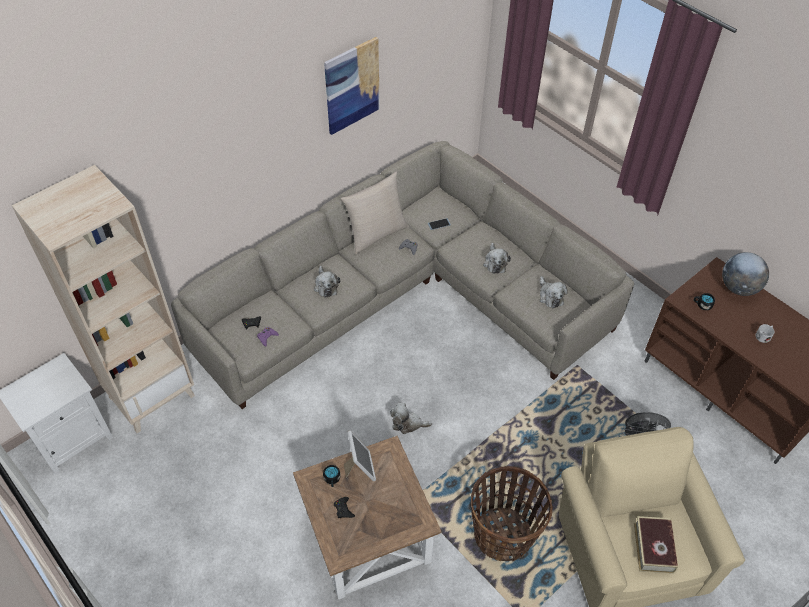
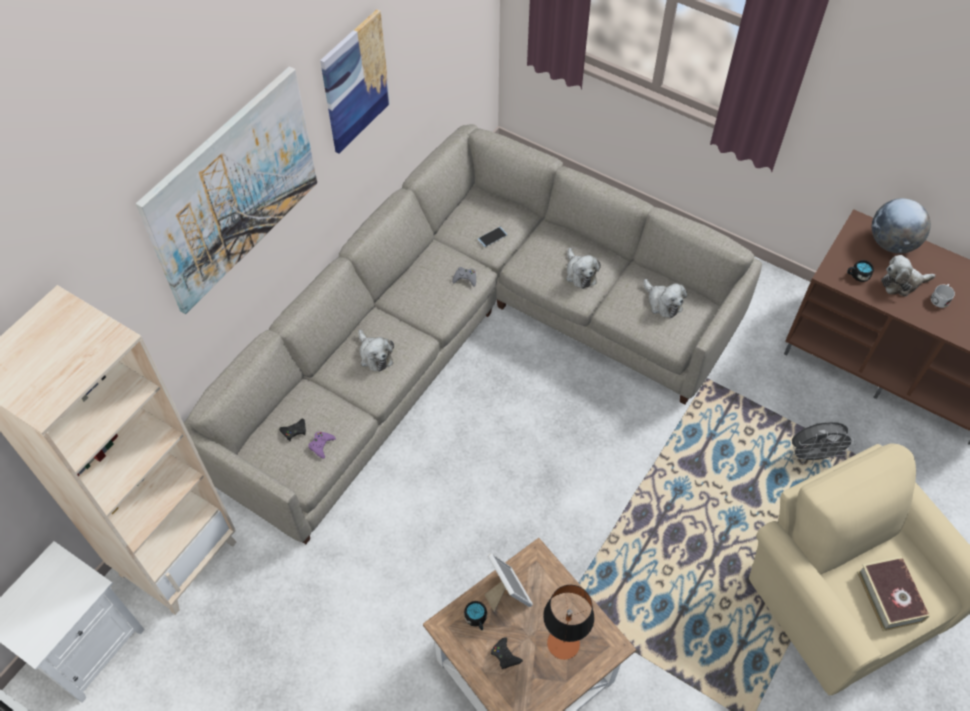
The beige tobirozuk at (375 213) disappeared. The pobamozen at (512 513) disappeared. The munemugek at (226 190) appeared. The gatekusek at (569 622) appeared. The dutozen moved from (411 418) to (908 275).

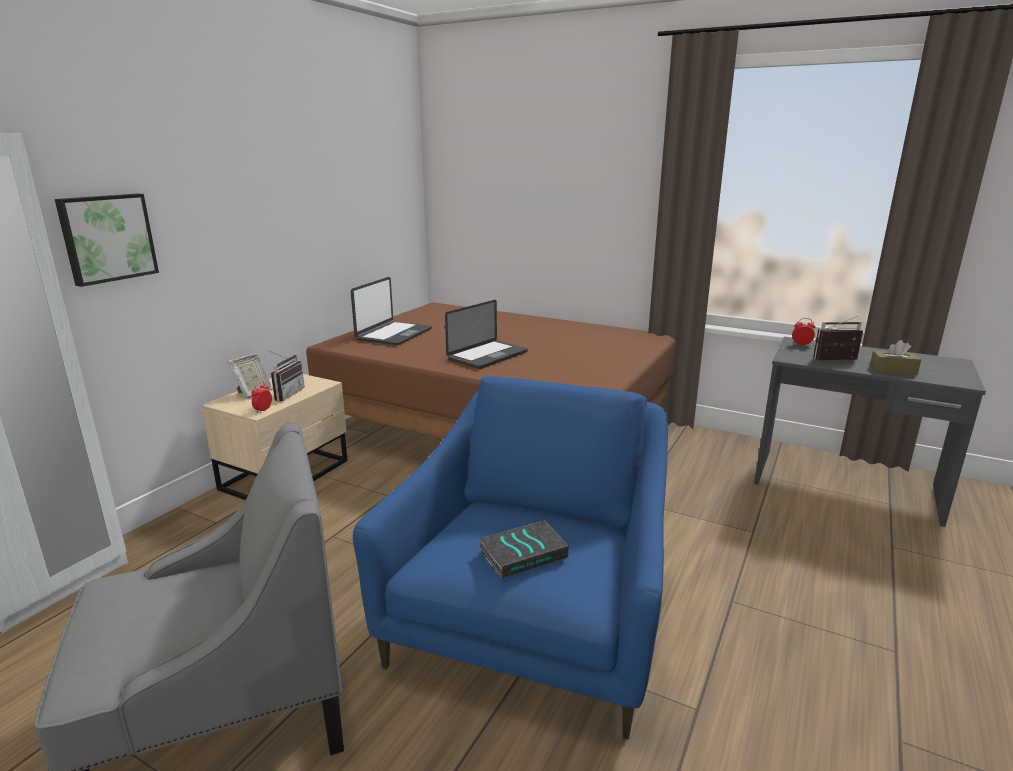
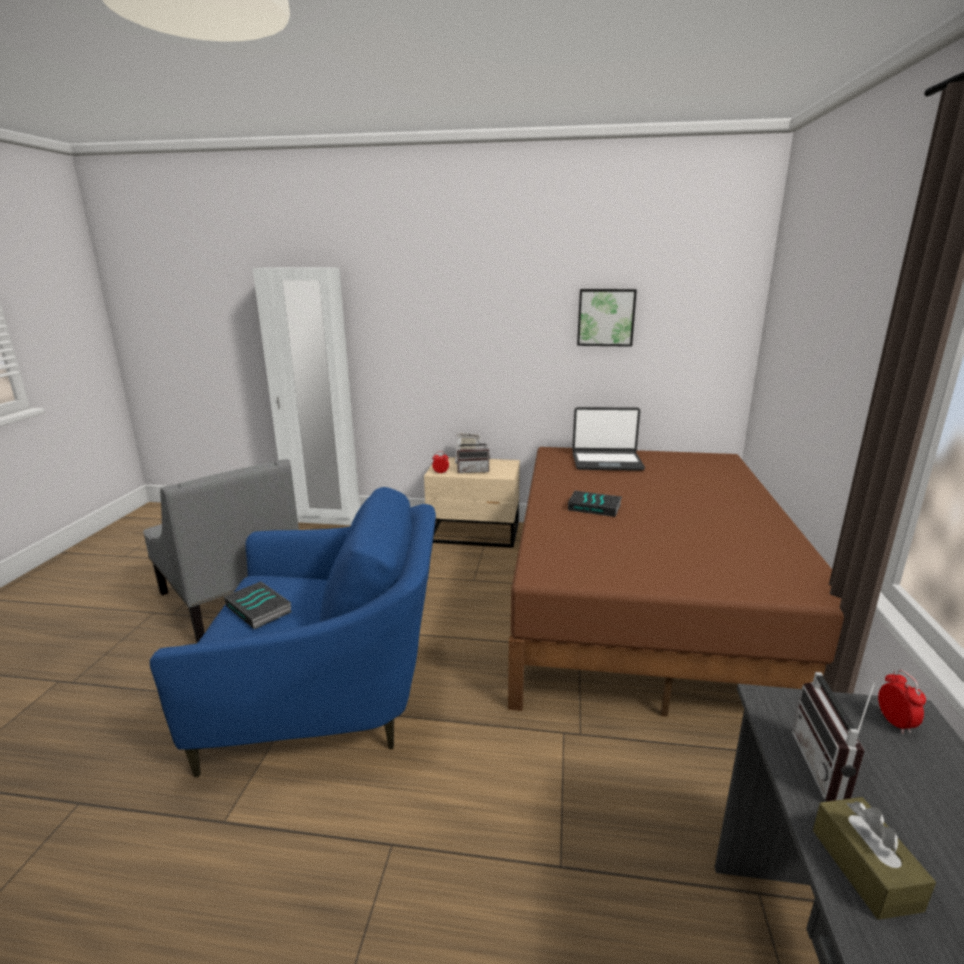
The munemugek moved from (107 240) to (607 318). The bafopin at (486 334) was replaced by the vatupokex at (595 504). The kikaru at (838 338) turned 150 degrees counterclockwise.

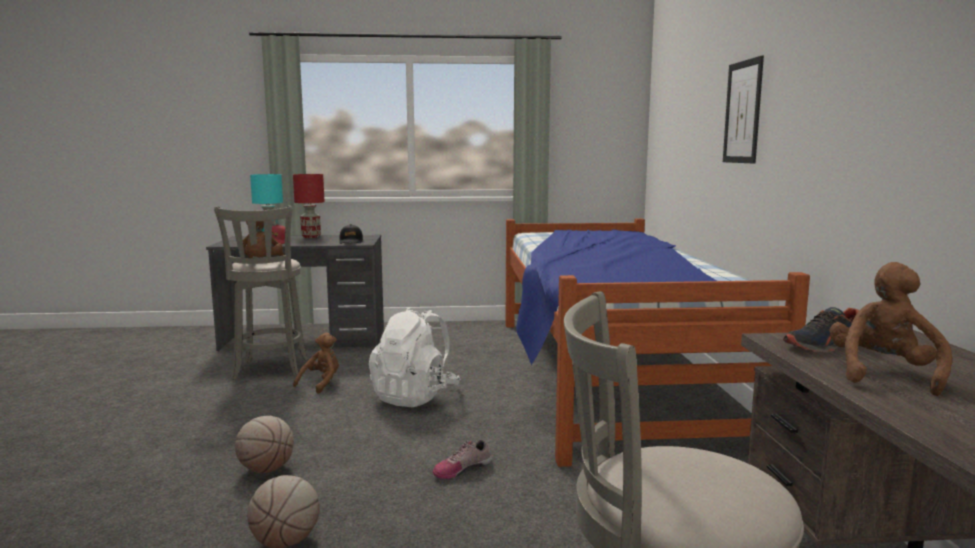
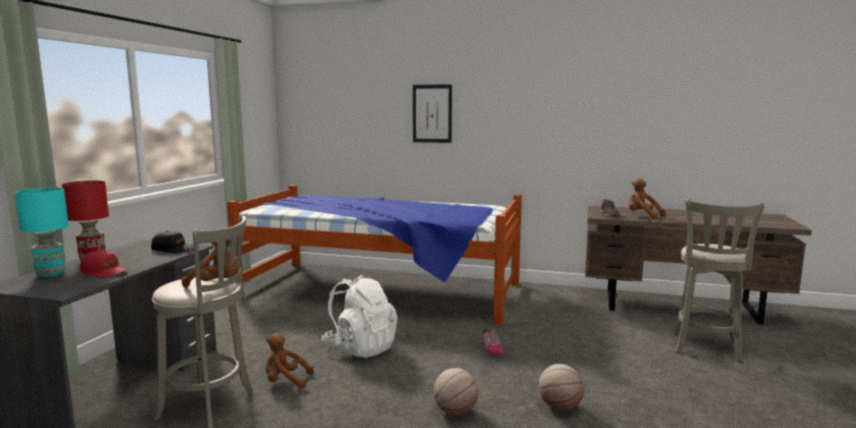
The brown dutozen at (316 363) turned 45 degrees counterclockwise.

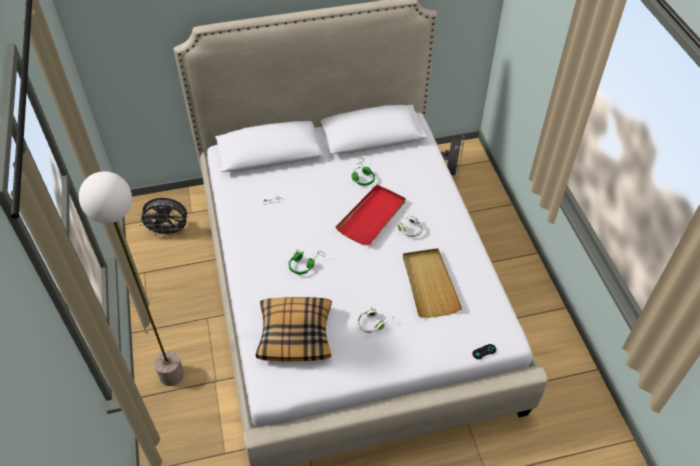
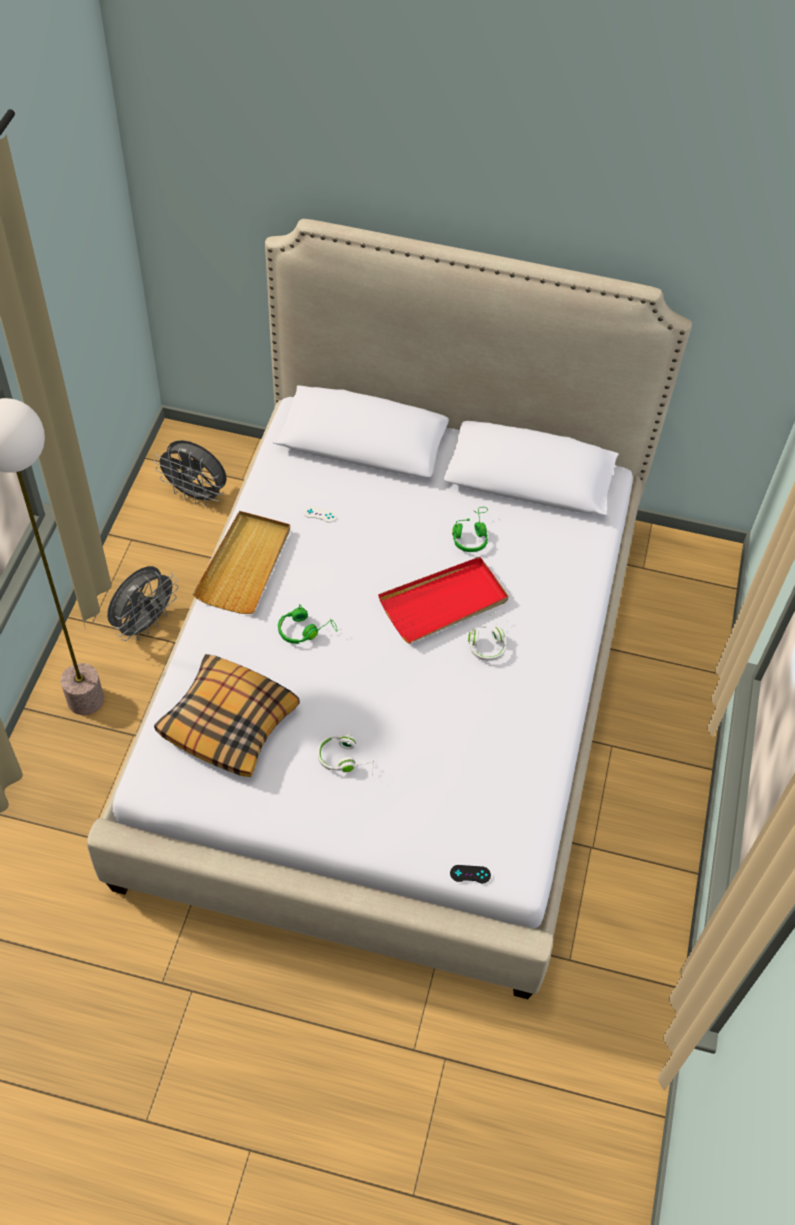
The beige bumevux moved from (432 283) to (241 562). The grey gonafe moved from (453 157) to (143 603).

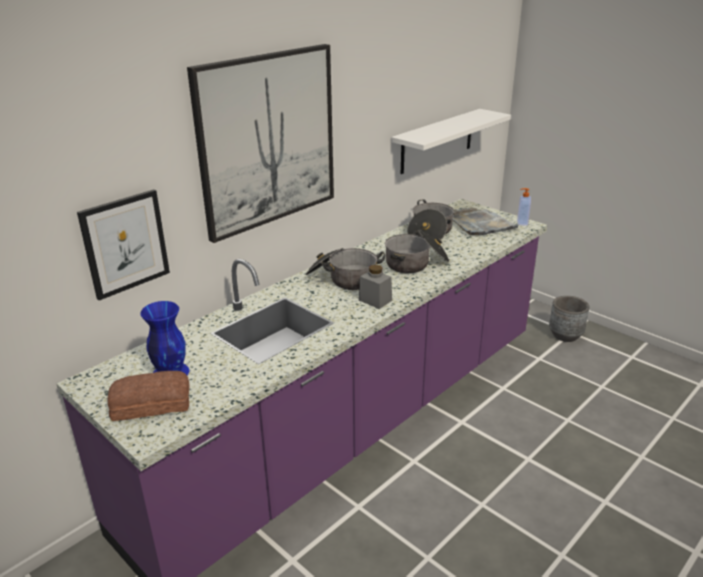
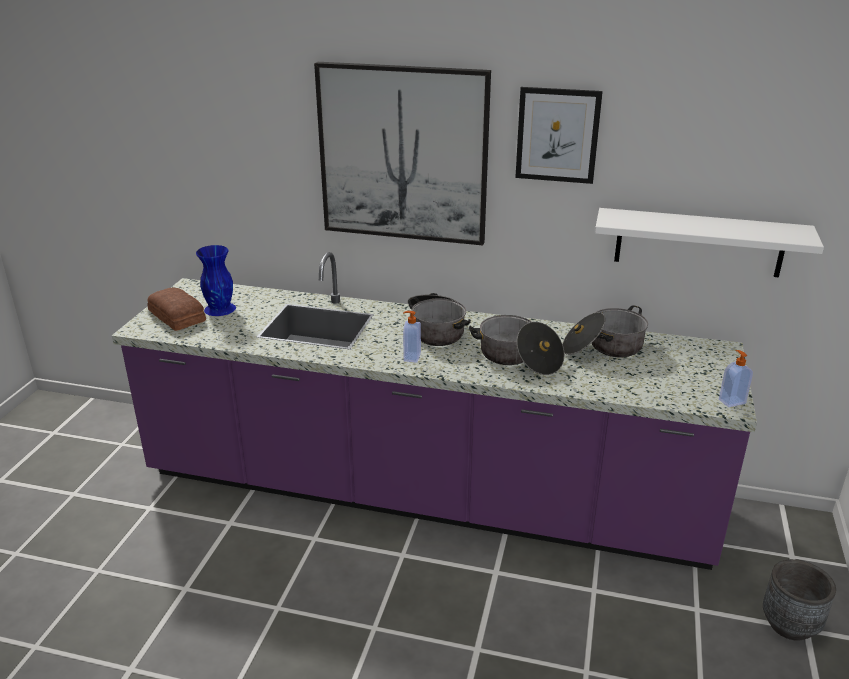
The grey bumevux at (485 221) disappeared. The munemugek moved from (123 244) to (559 135). The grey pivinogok at (375 287) was replaced by the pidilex at (412 337).

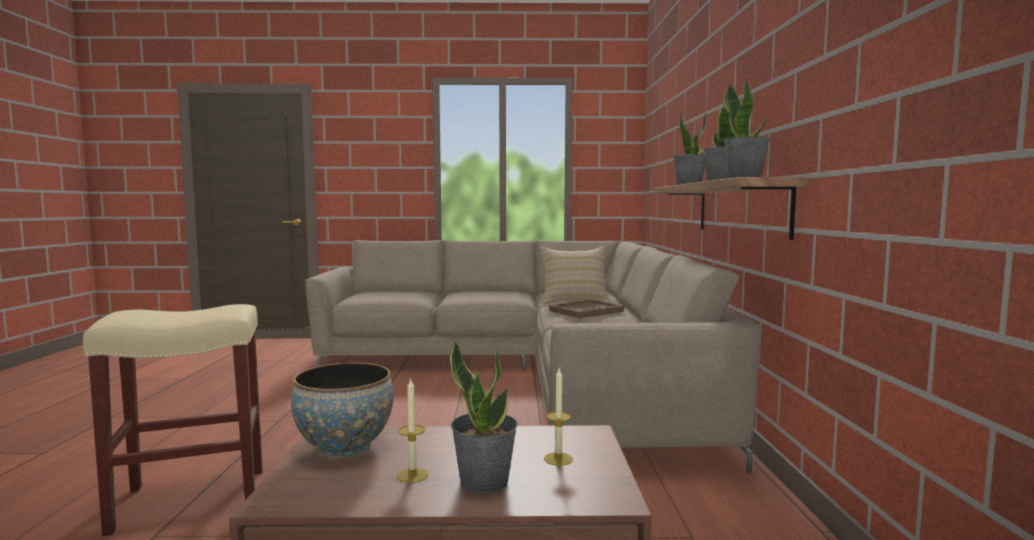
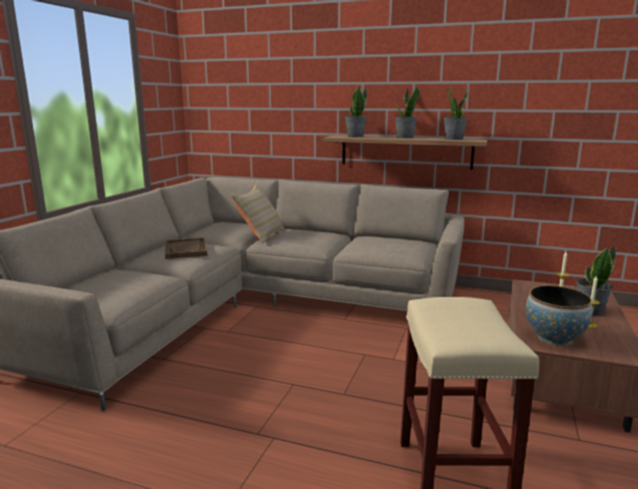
The brown bumevux moved from (586 309) to (186 248).

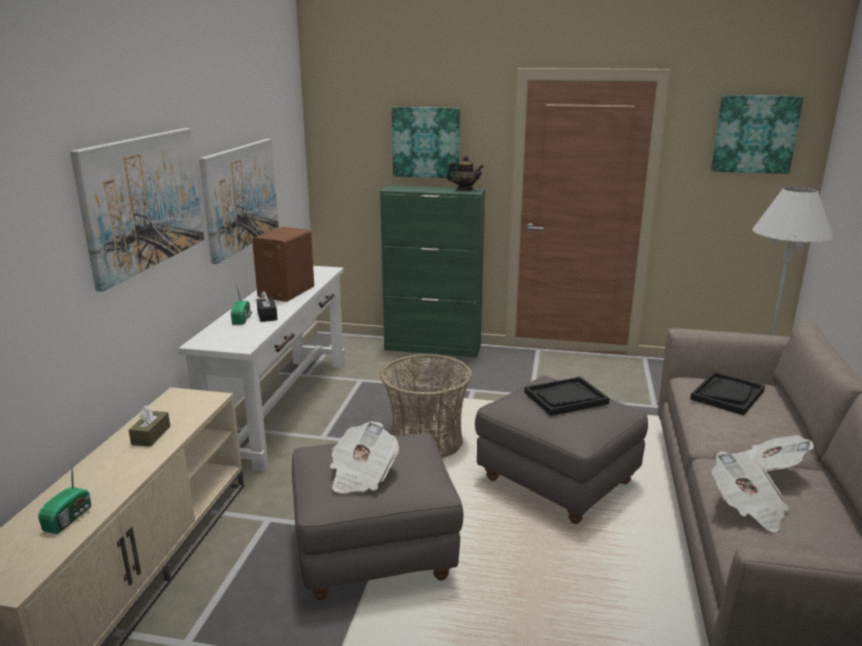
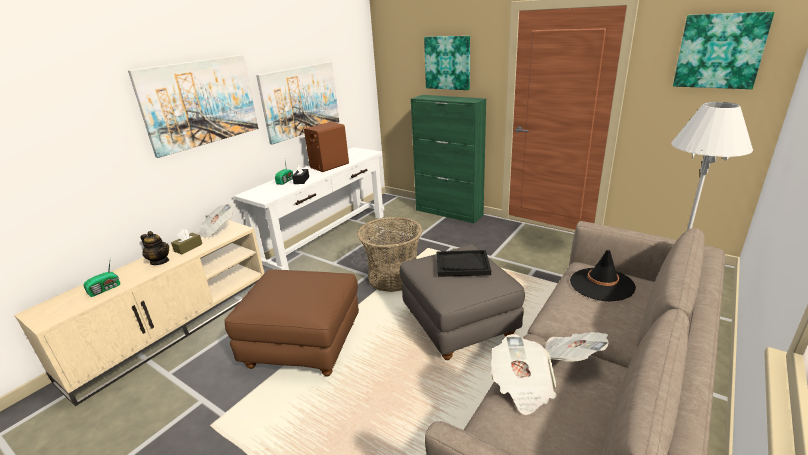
The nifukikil moved from (364 457) to (214 221). The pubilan moved from (465 173) to (154 248). The black bumevux at (727 393) was replaced by the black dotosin at (603 275). The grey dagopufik at (378 516) became the brown dagopufik at (291 323).

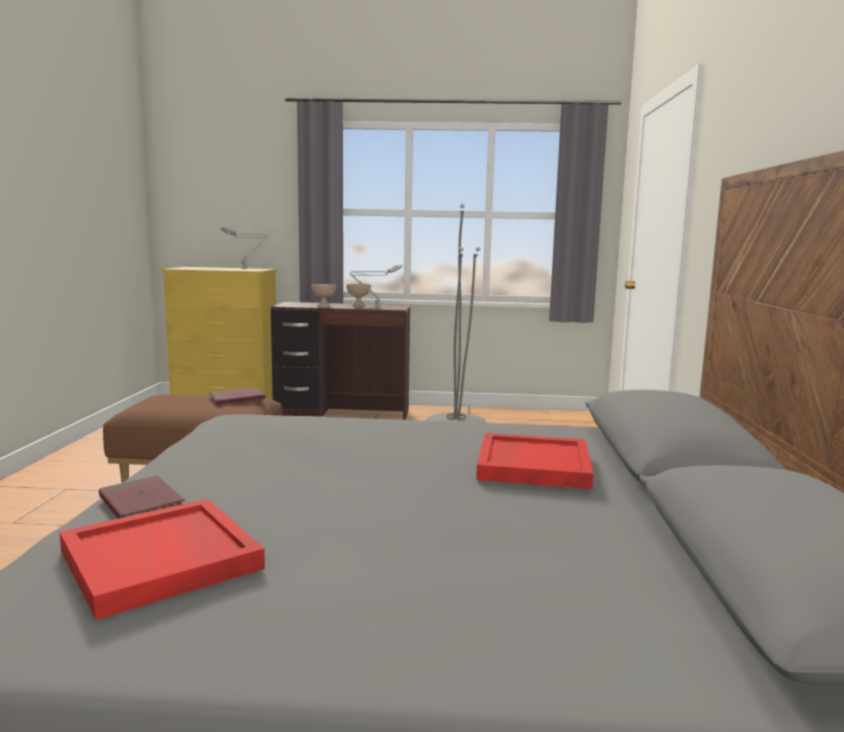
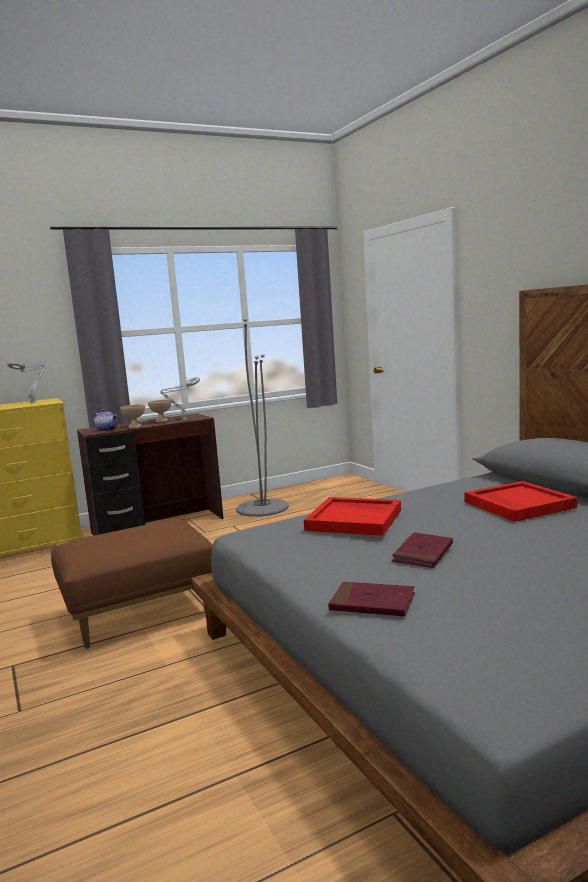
The pubilan at (105 420) appeared. The red bumevux moved from (162 559) to (352 516). The red vatupokex moved from (237 396) to (422 550).

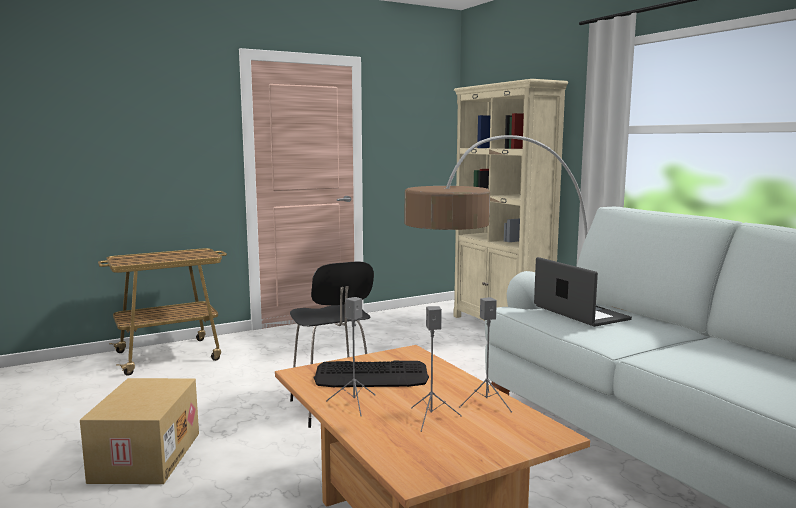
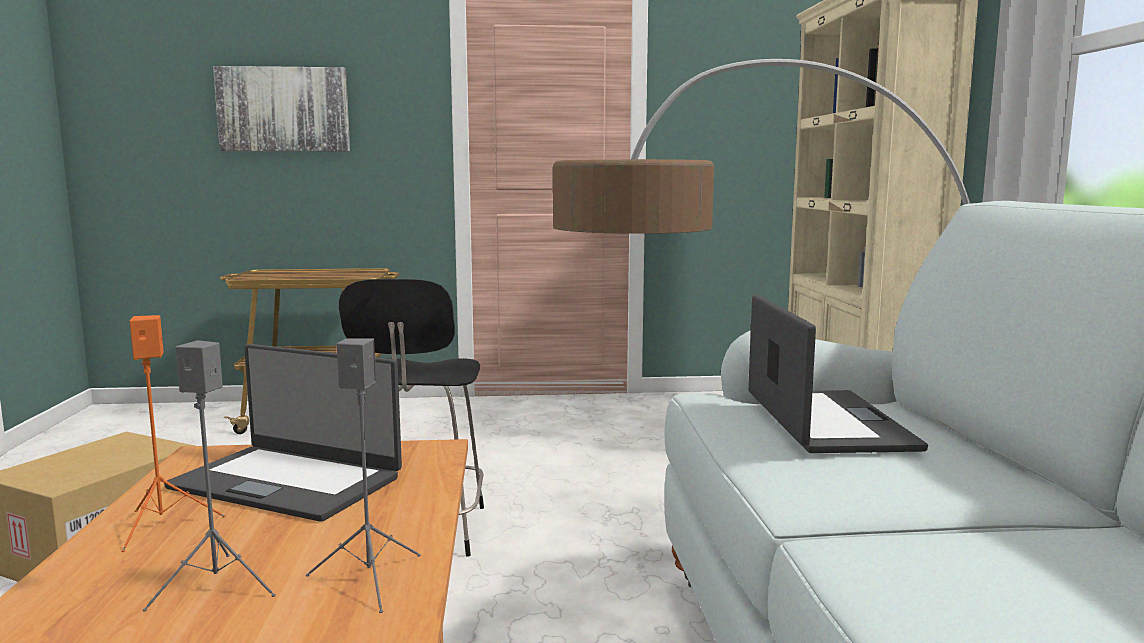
The munemugek at (281 108) appeared. The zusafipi at (371 374) was replaced by the bafopin at (283 433). The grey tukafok at (351 356) became the orange tukafok at (173 433).

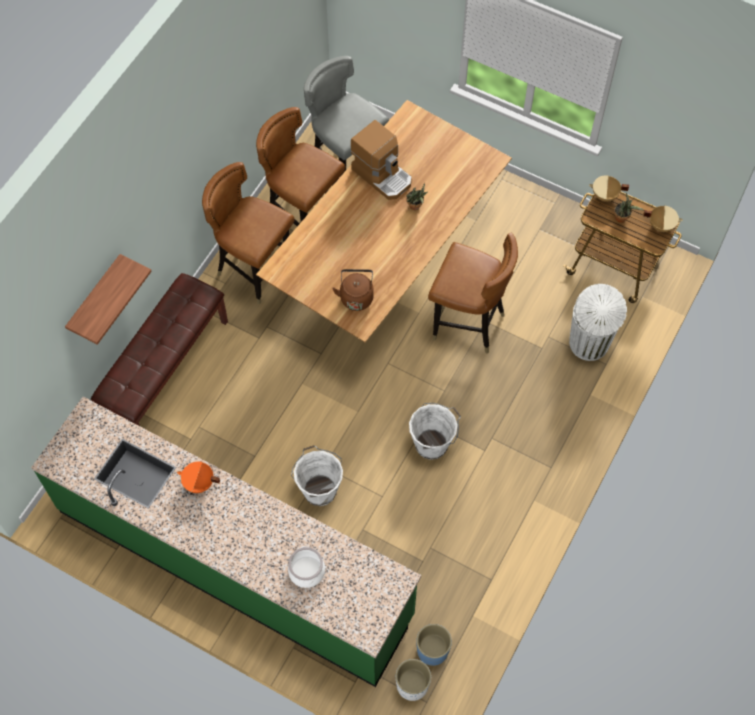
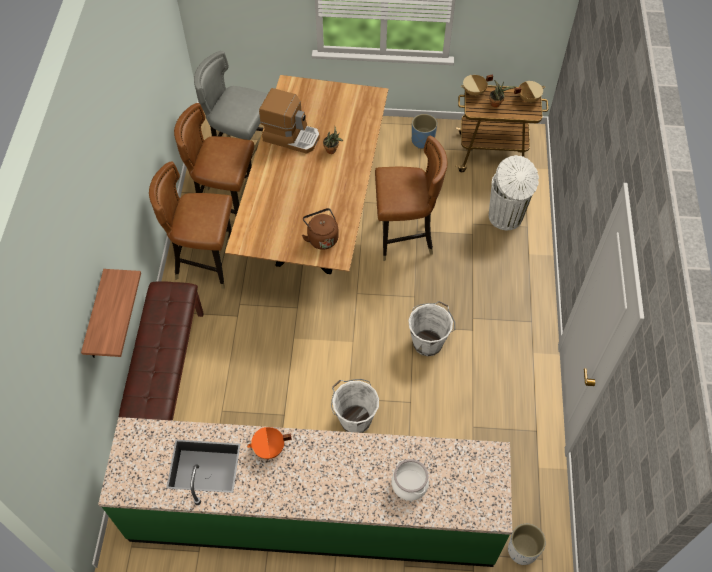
The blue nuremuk moved from (434 645) to (424 131).

